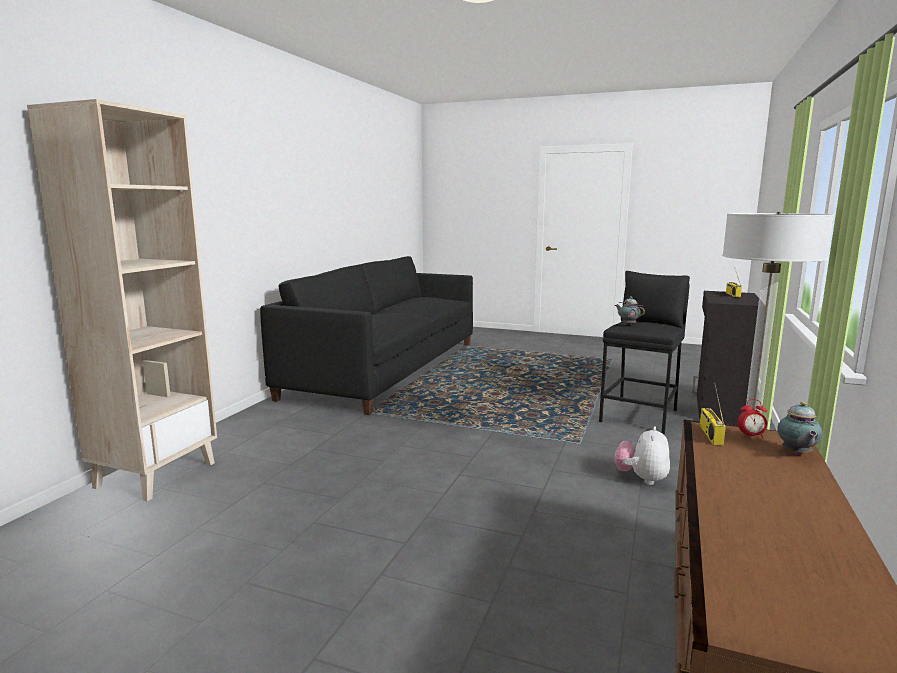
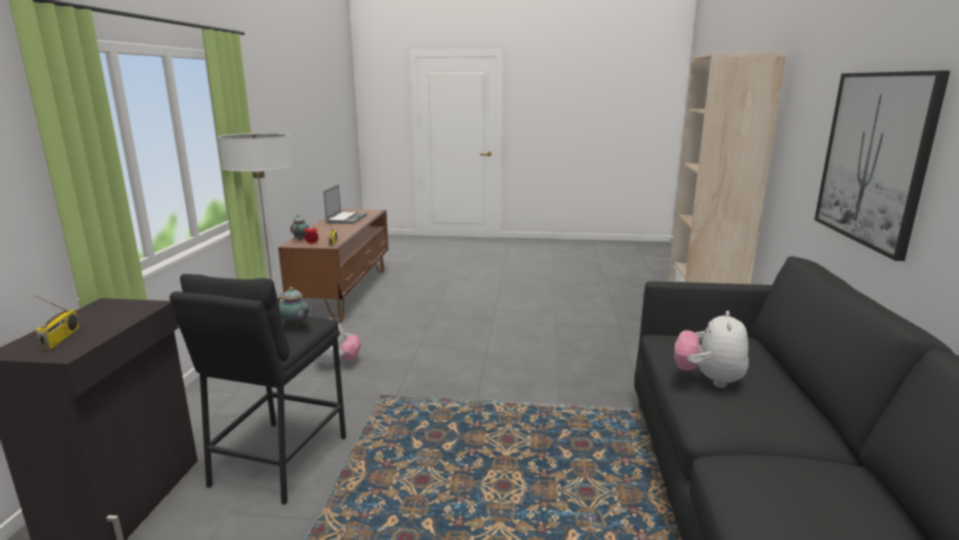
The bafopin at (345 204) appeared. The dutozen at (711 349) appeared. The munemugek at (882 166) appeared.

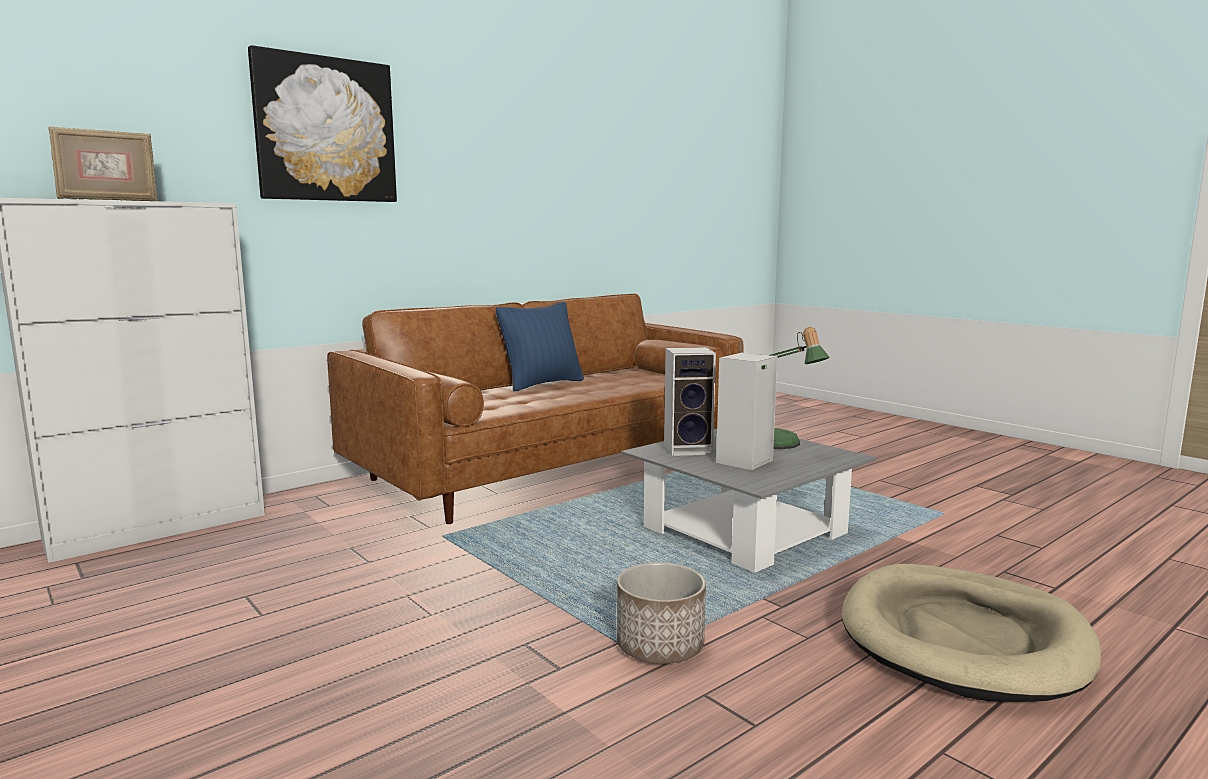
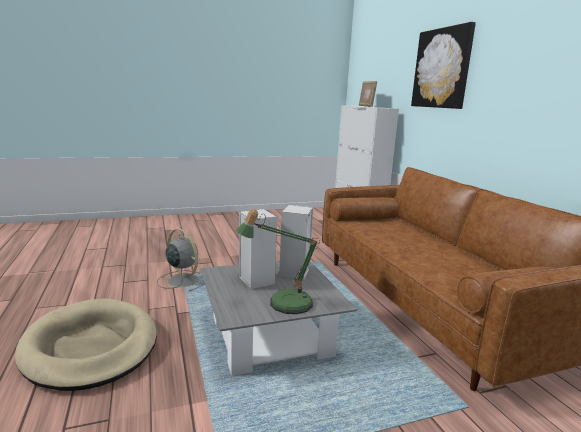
The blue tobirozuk at (540 347) disappeared. The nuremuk at (661 613) was replaced by the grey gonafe at (181 260).

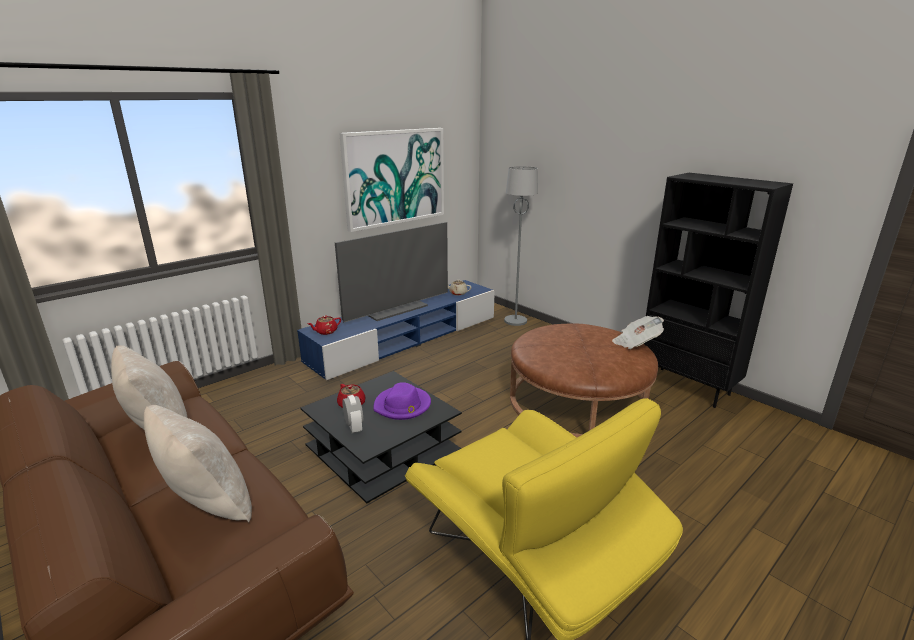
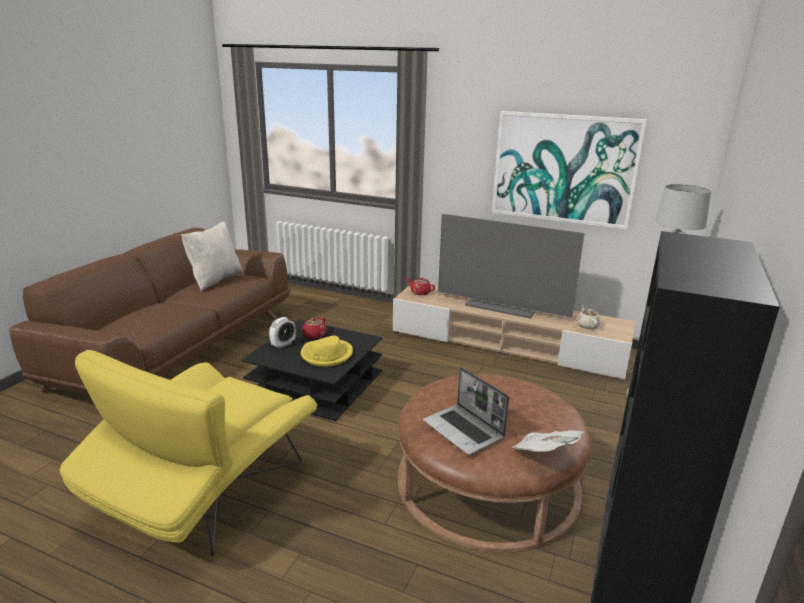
The beige tobirozuk at (198 463) disappeared. The bafopin at (466 411) appeared. The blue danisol at (396 330) became the beige danisol at (514 332). The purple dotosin at (402 401) became the yellow dotosin at (327 351).

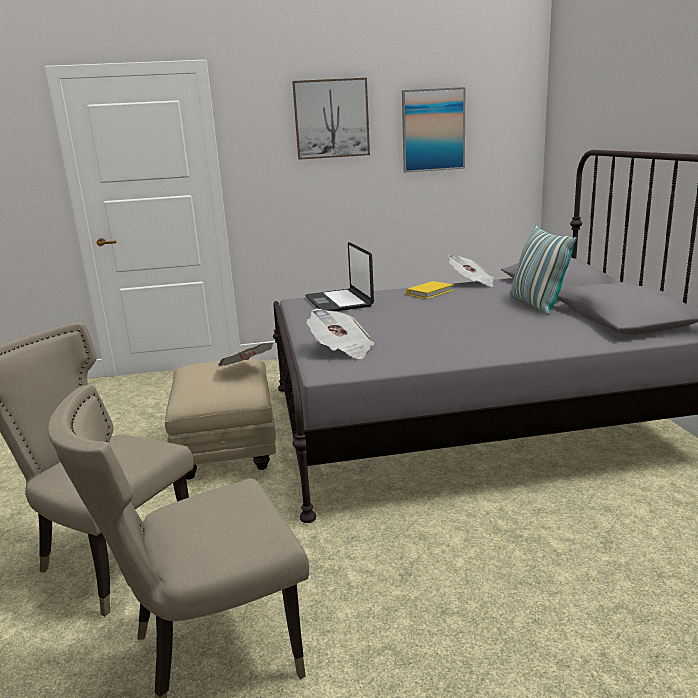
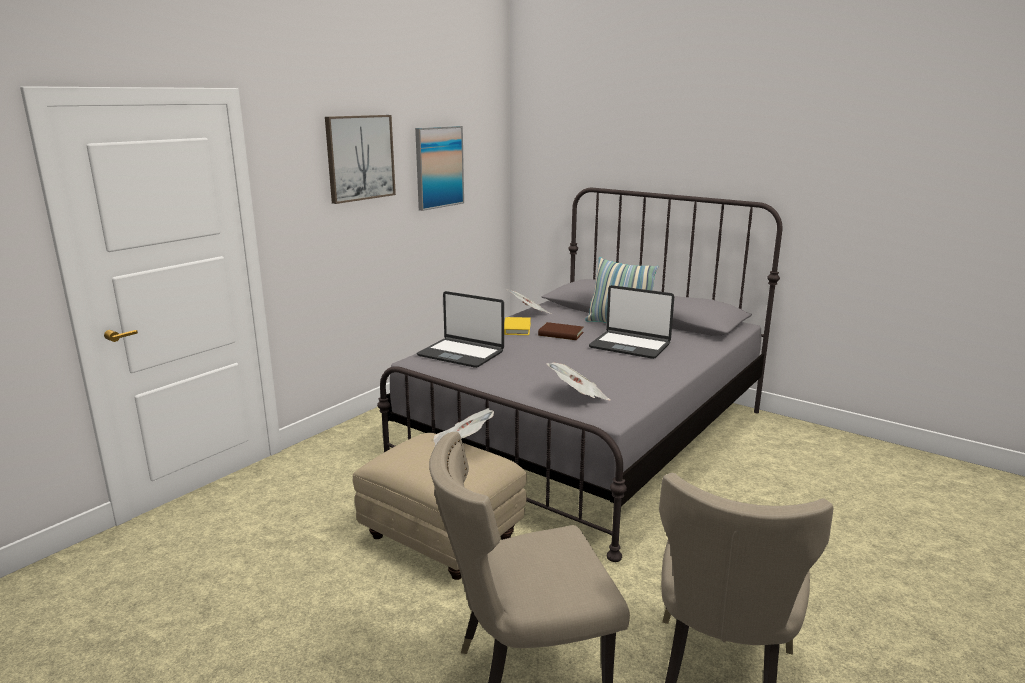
The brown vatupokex at (561 331) appeared. The bafopin at (631 322) appeared.

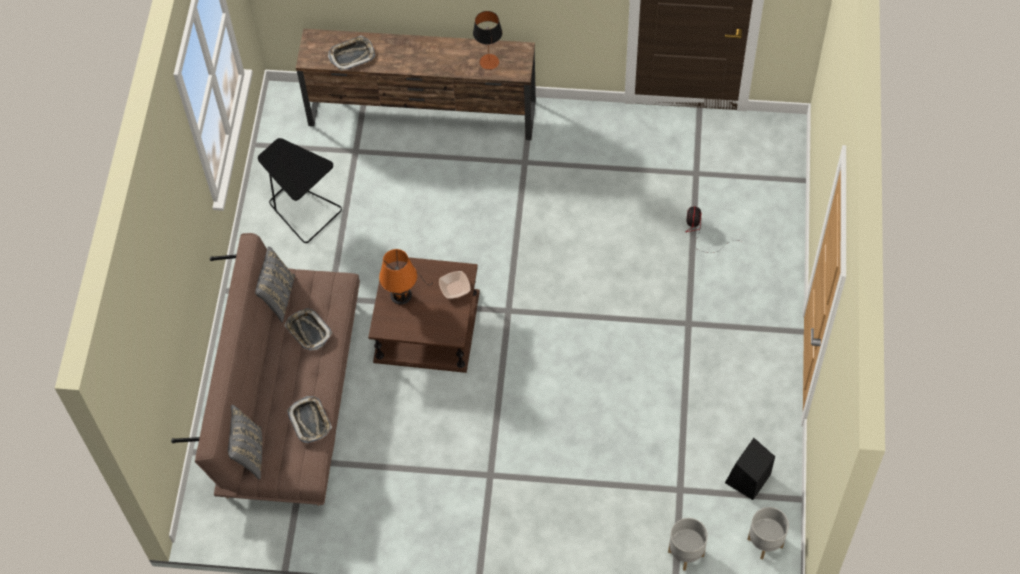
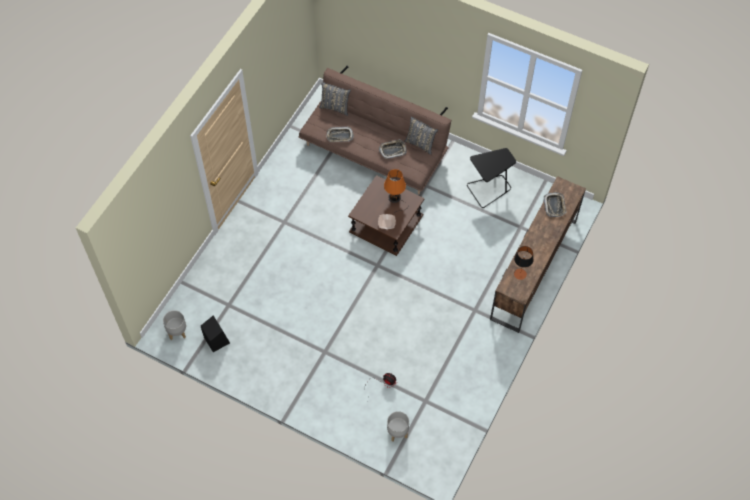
The grey nuremuk moved from (688 544) to (398 426).

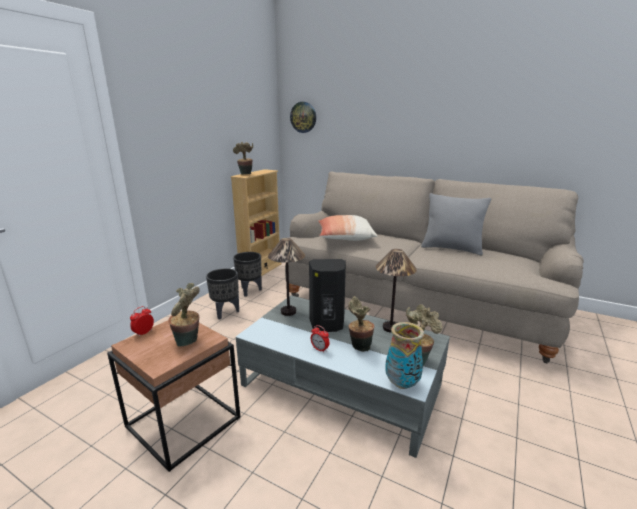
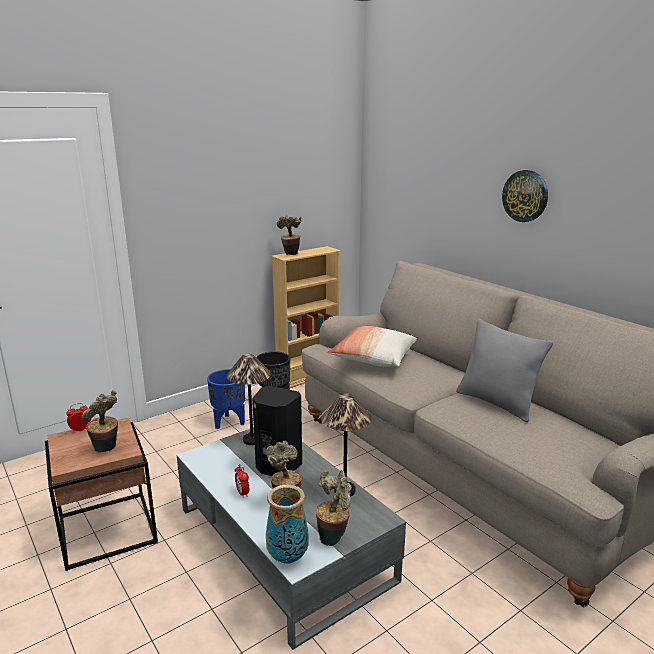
The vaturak moved from (303 117) to (525 196). The black nuremuk at (222 293) became the blue nuremuk at (226 399).

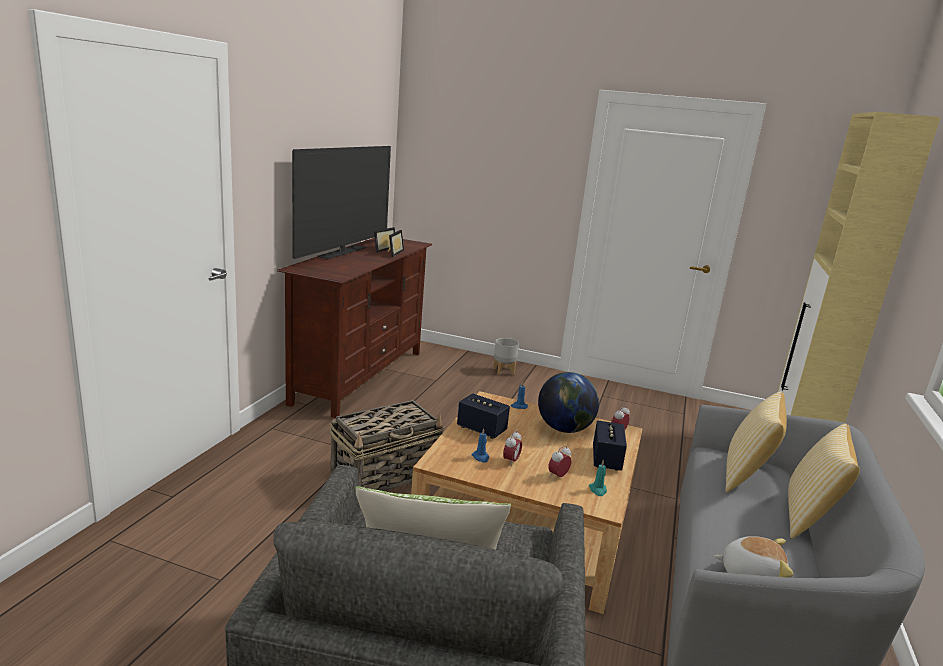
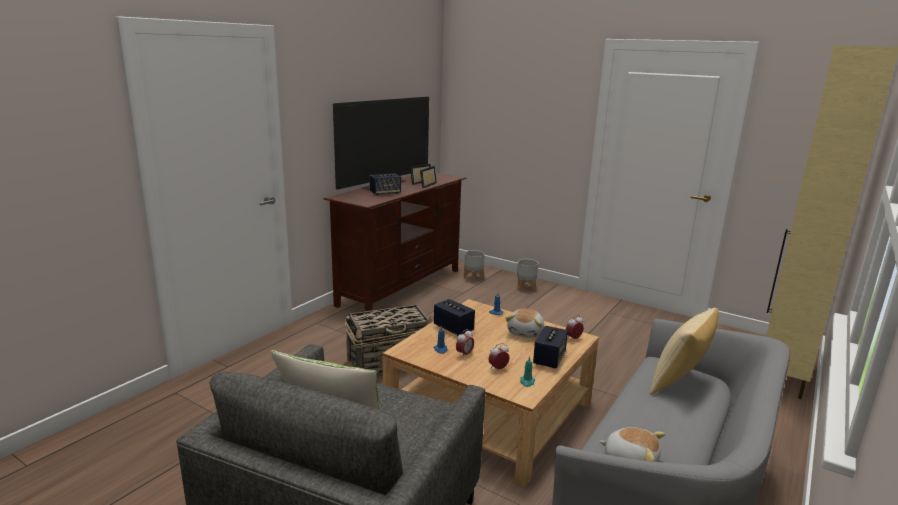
The tobirozuk at (824 481) disappeared. The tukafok at (385 184) appeared. The grey nuremuk at (474 266) appeared. The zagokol at (568 402) was replaced by the dutozen at (525 323).

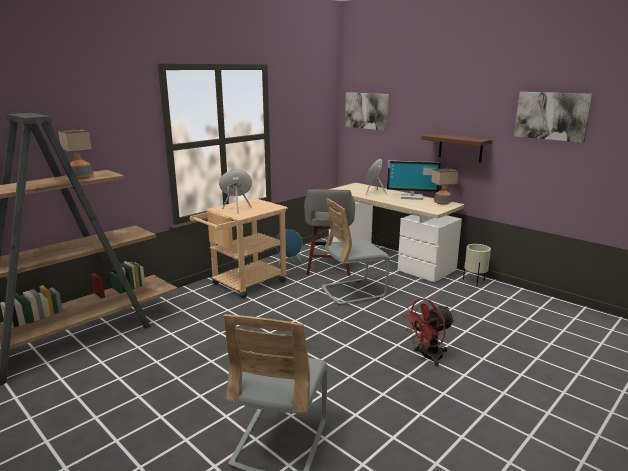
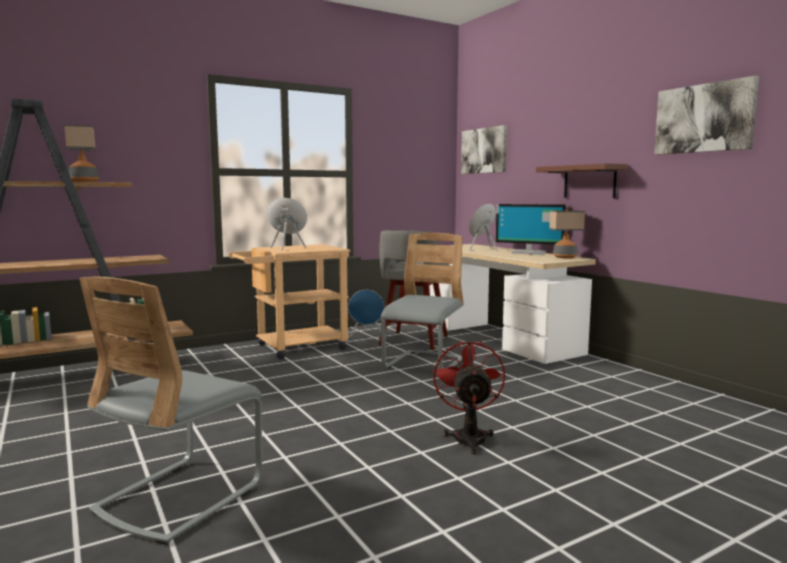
The beige nuremuk at (477 265) disappeared. The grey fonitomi at (356 252) turned 120 degrees clockwise. The red gonafe at (429 332) turned 105 degrees clockwise.

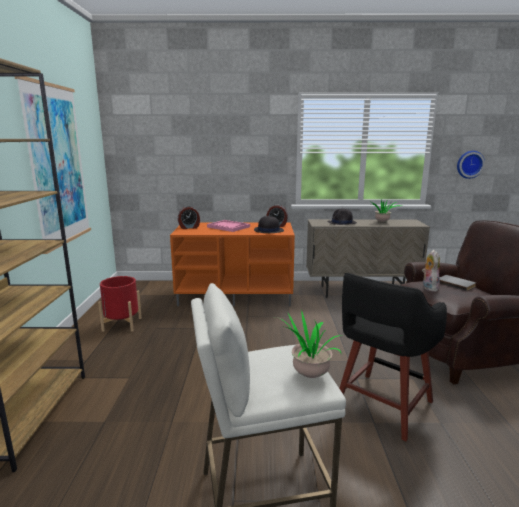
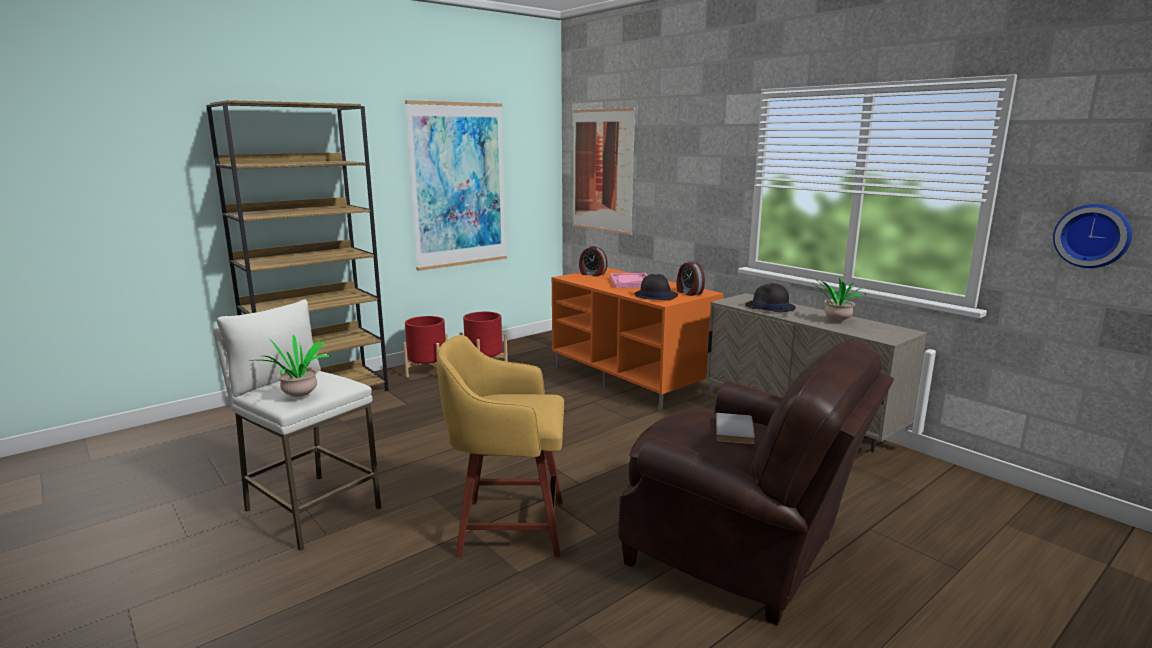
The dutozen at (431 271) disappeared. The red nuremuk at (425 346) appeared. The munemugek at (604 171) appeared. The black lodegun at (393 357) became the yellow lodegun at (500 446).

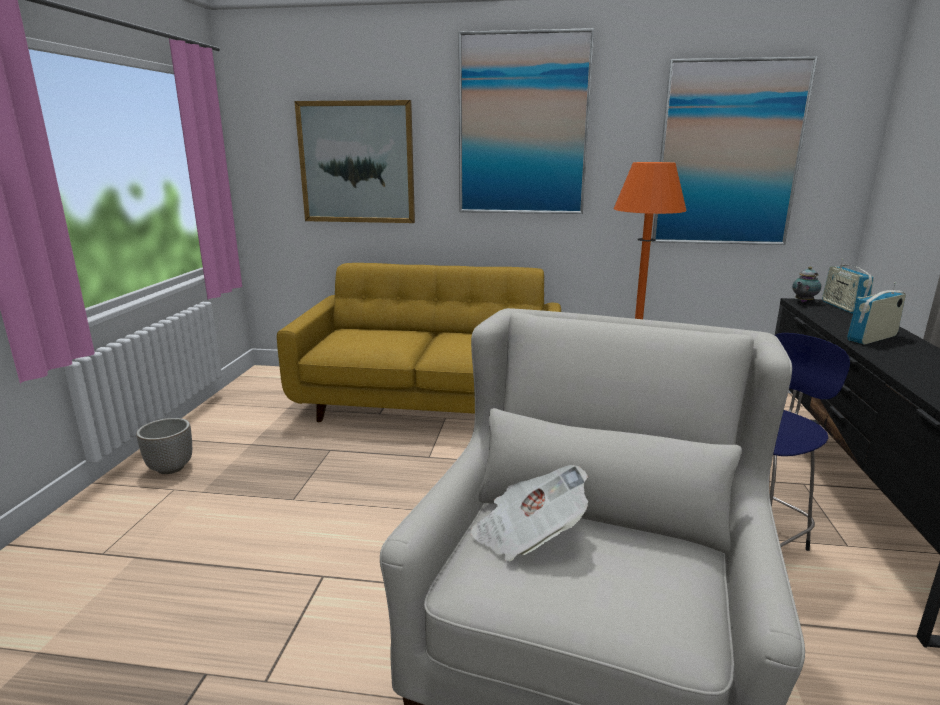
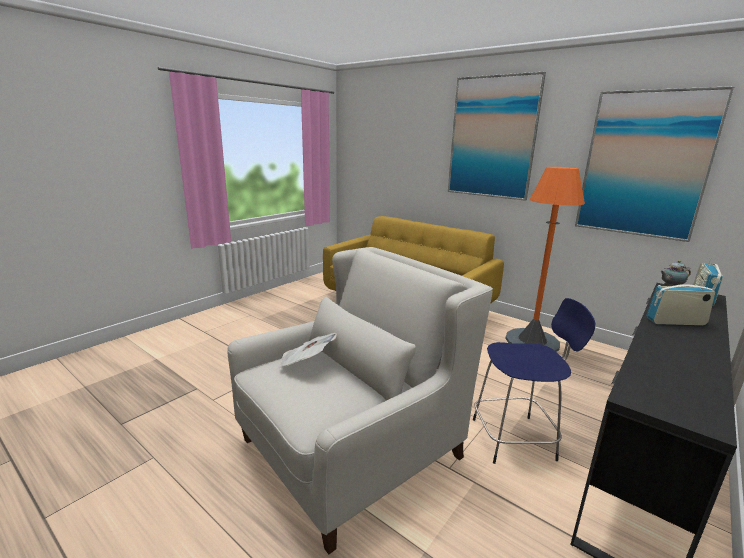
The nuremuk at (164 446) disappeared. The munemugek at (354 161) disappeared.

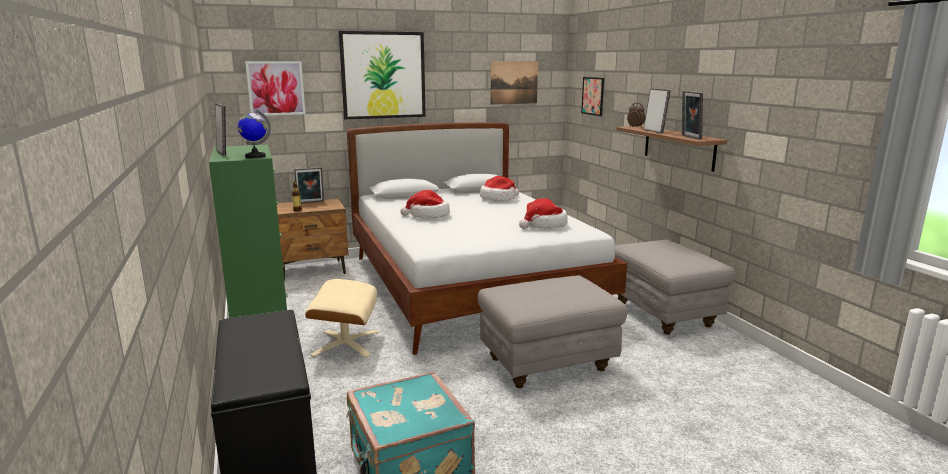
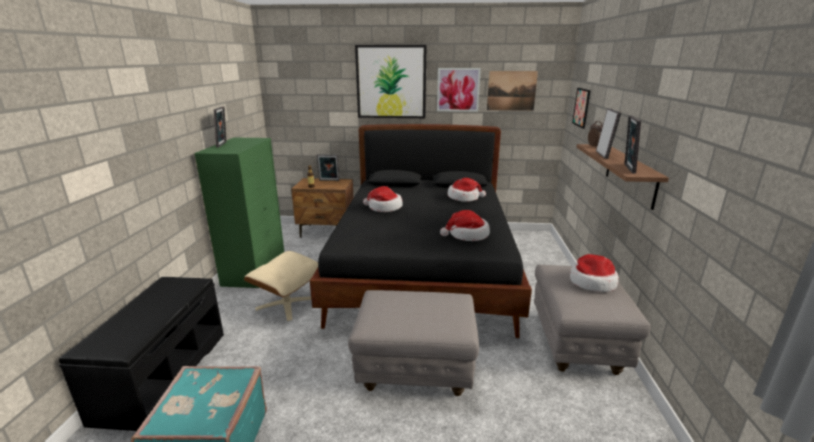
The zagokol at (254 134) disappeared. The dotosin at (594 273) appeared. The munemugek moved from (275 88) to (459 90). The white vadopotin at (487 238) became the black vadopotin at (421 231).

